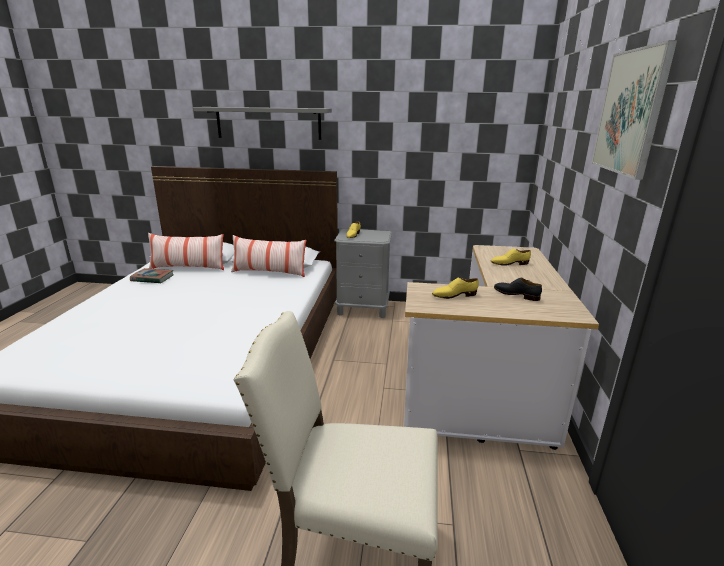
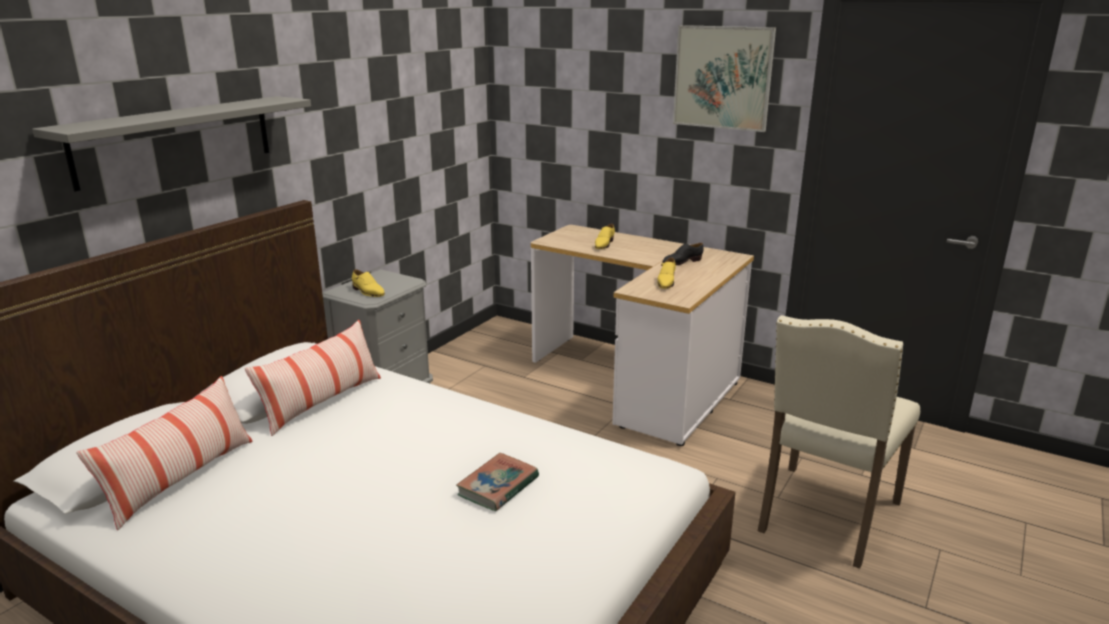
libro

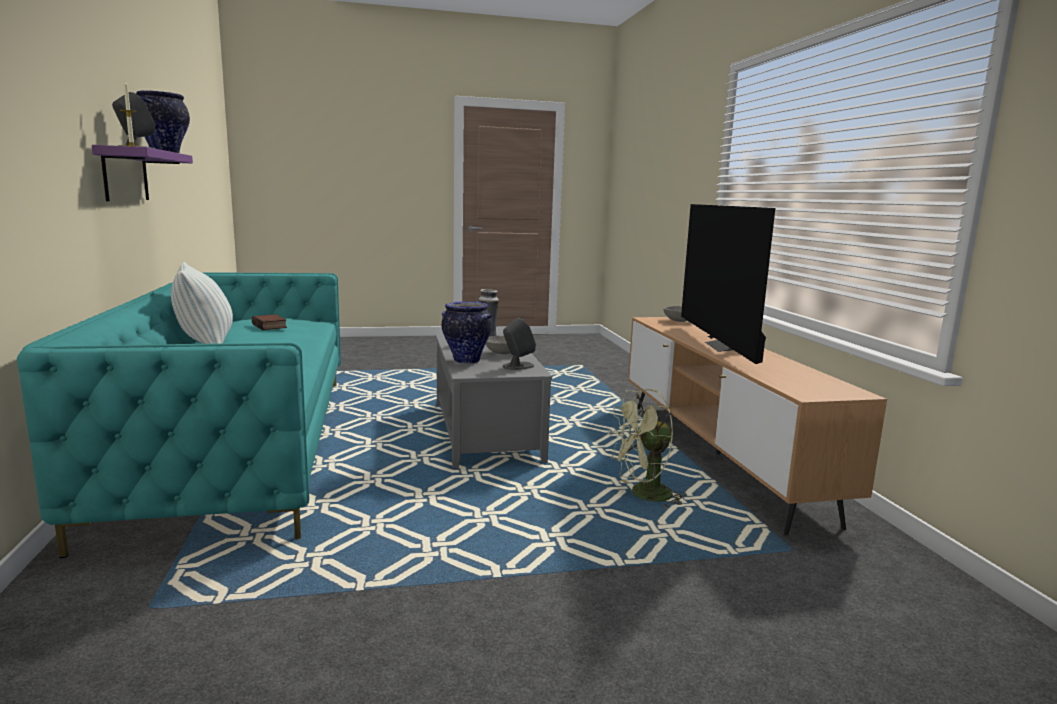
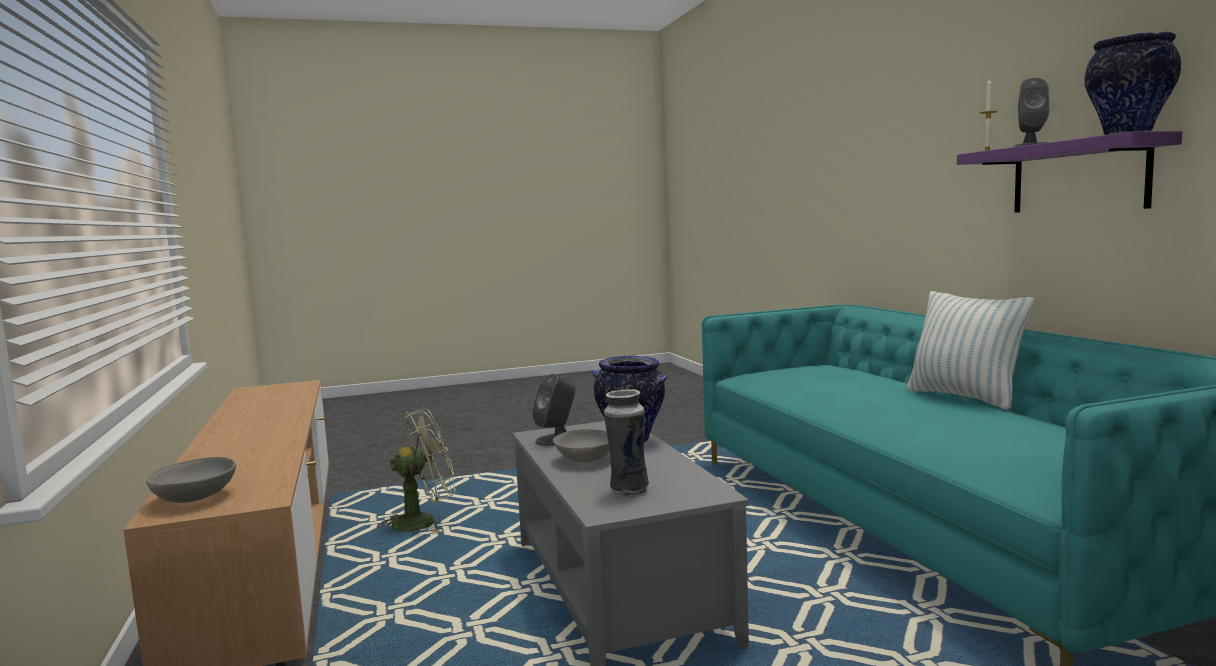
libro; televisor

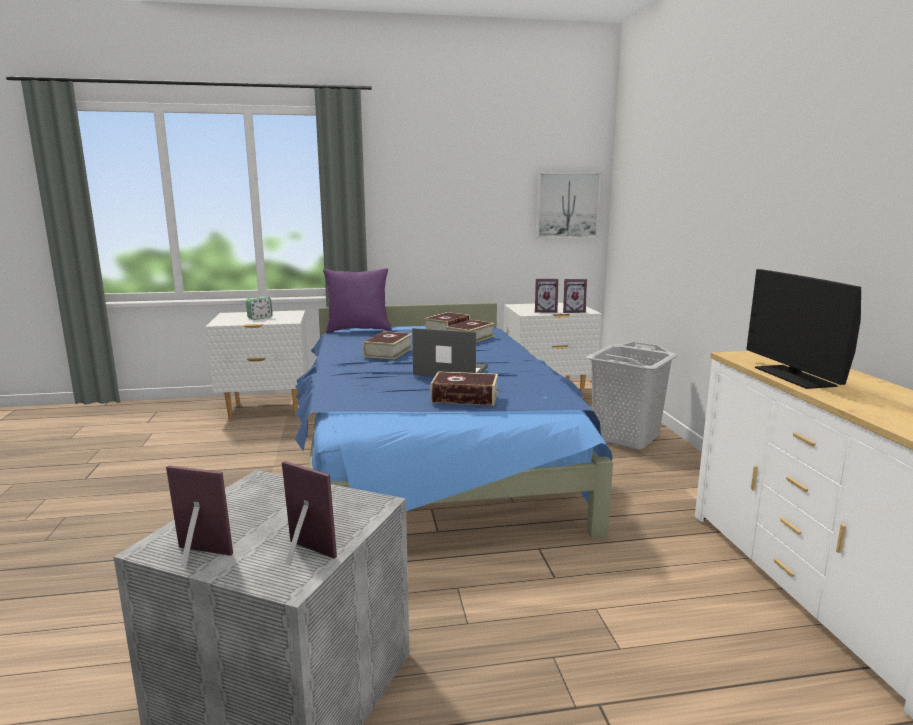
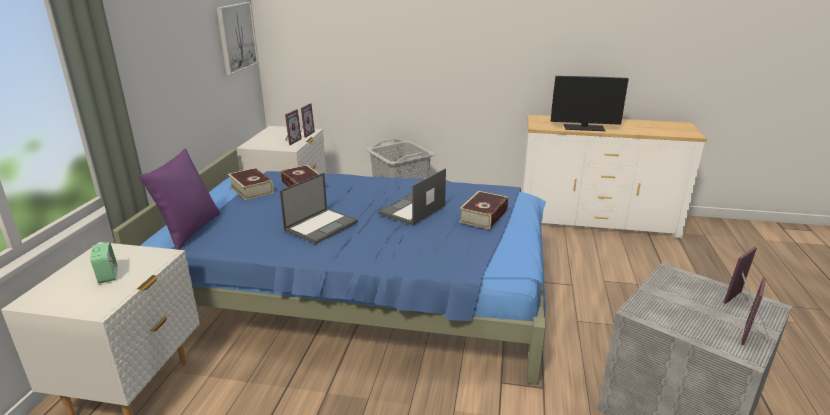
portátil (1st from left)

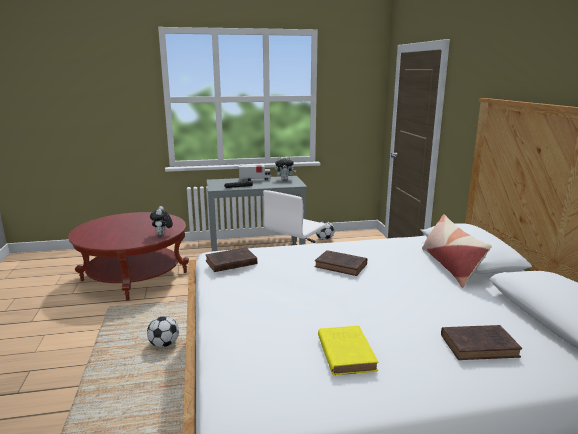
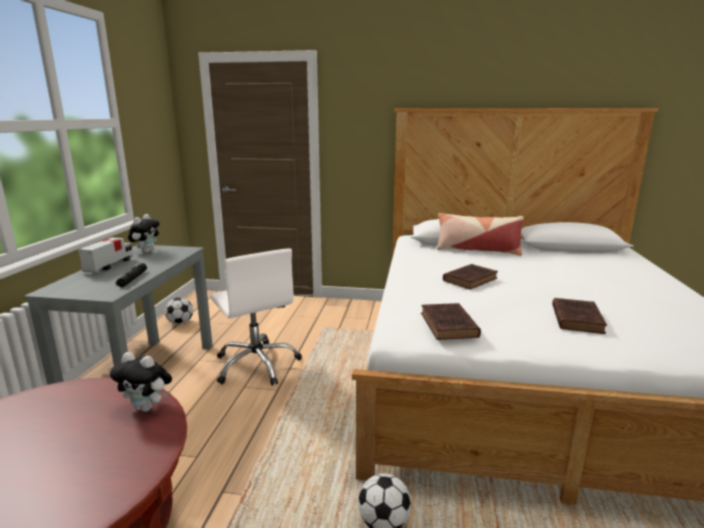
libro/amarillo; libro/marrón (3rd from left)

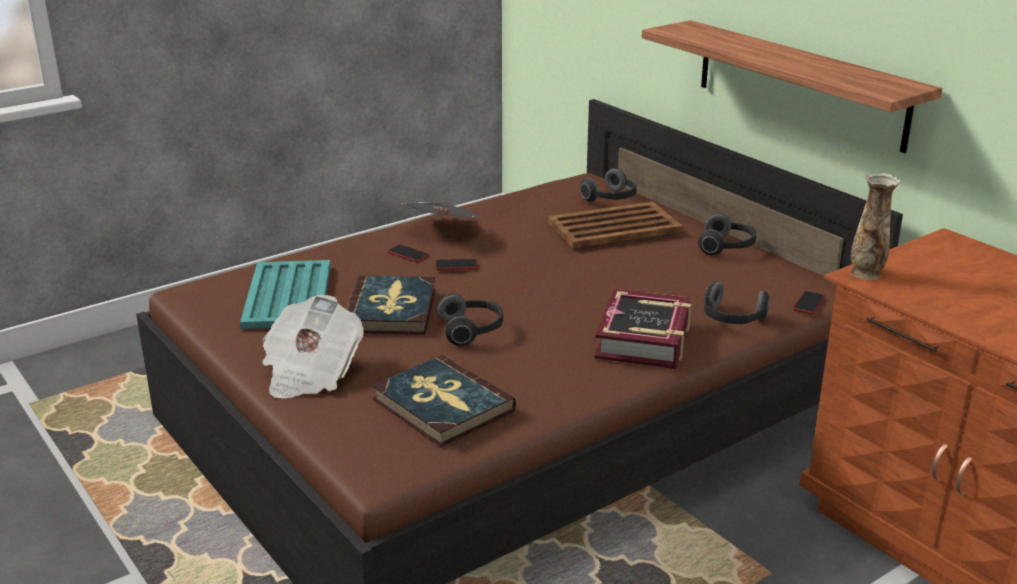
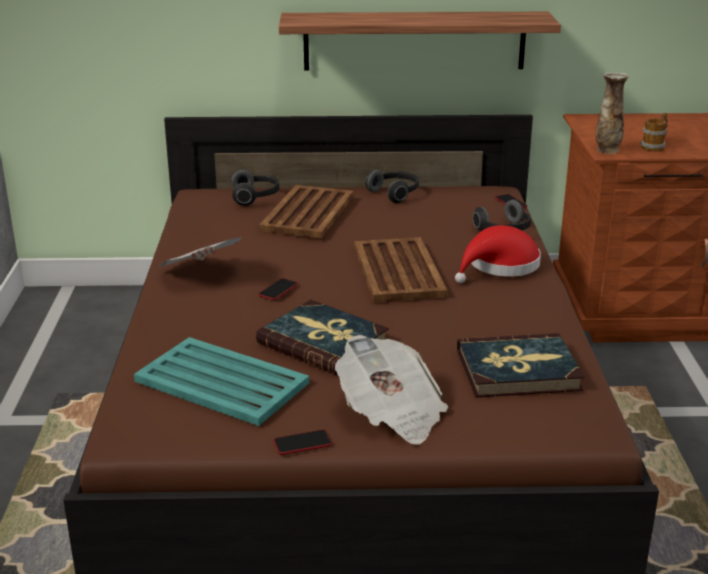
móvil (2nd from left); auriculares (1st from left in the first image); sombrero/rojo; bandeja/marrón (2nd from left); taza grande

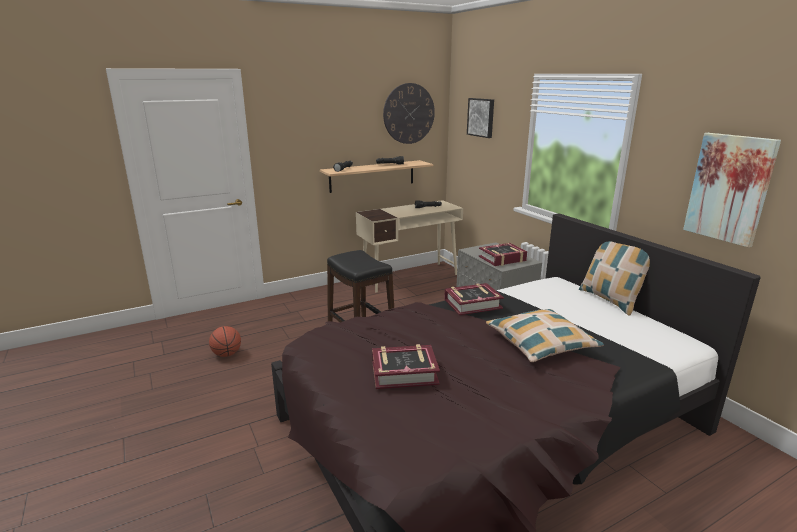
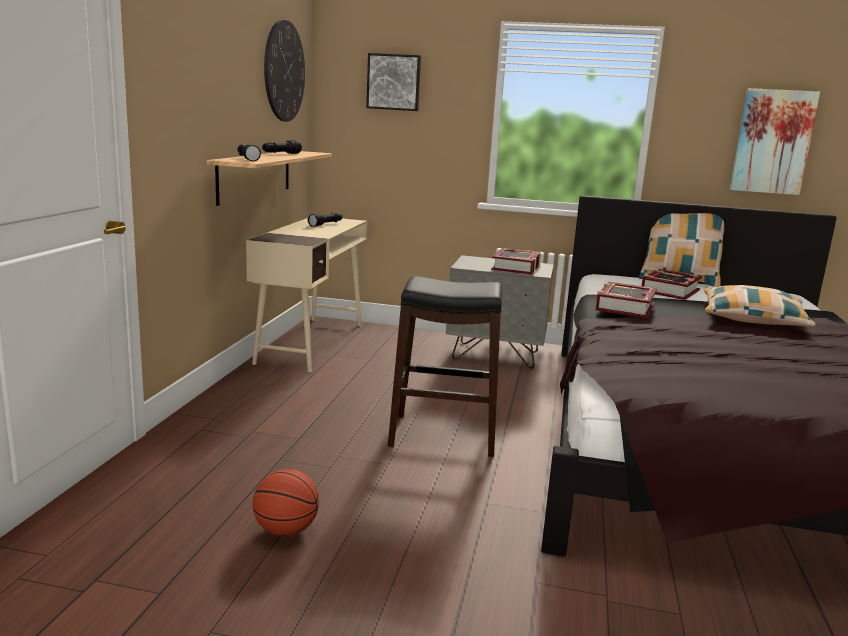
libro (3rd from left)

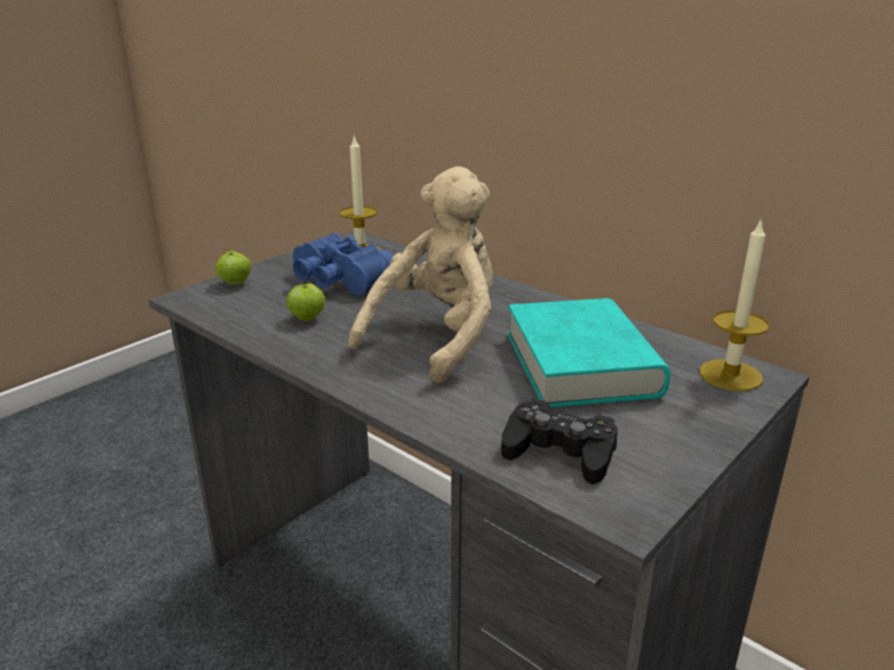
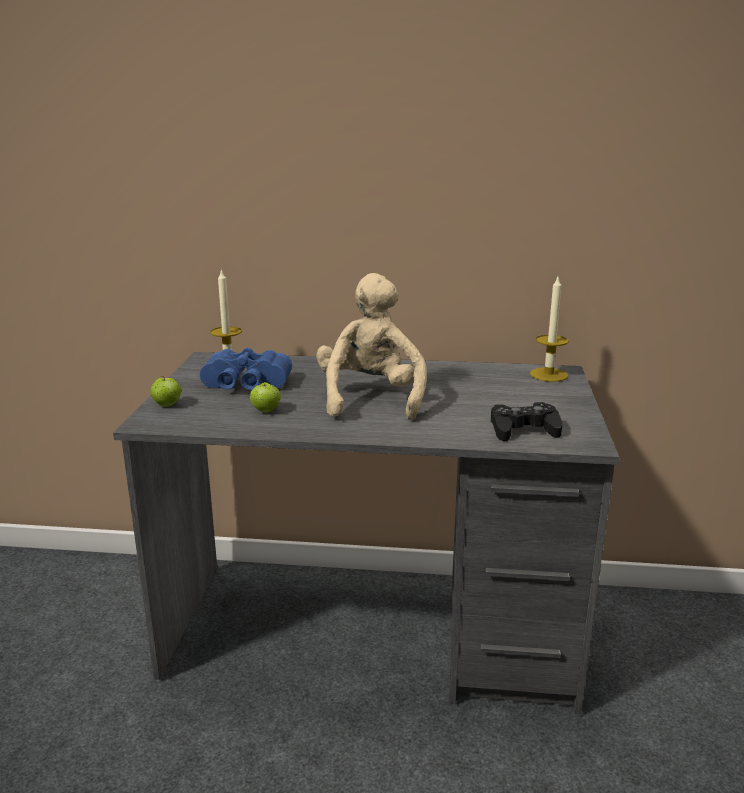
libro/turquesa

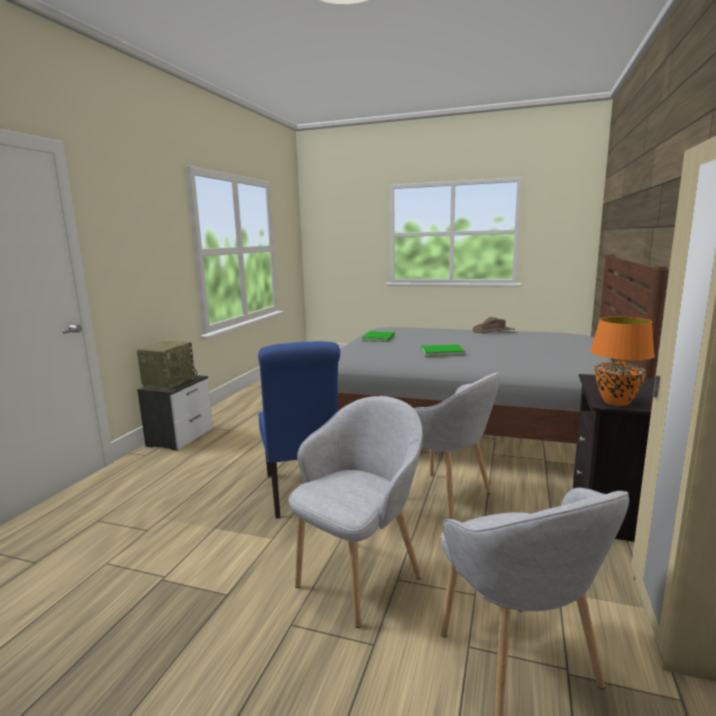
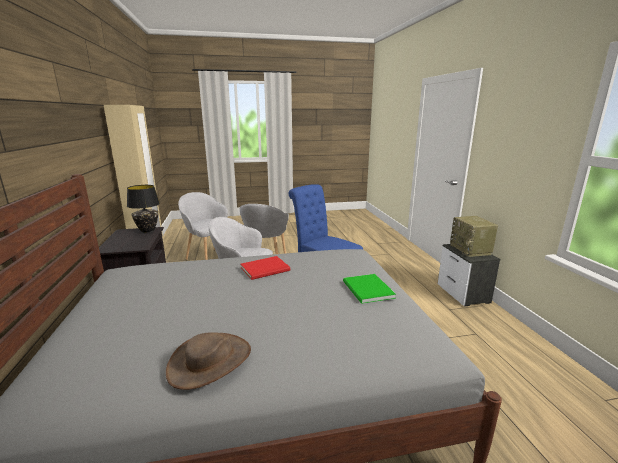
libro/rojo; lámpara de mesa/negro

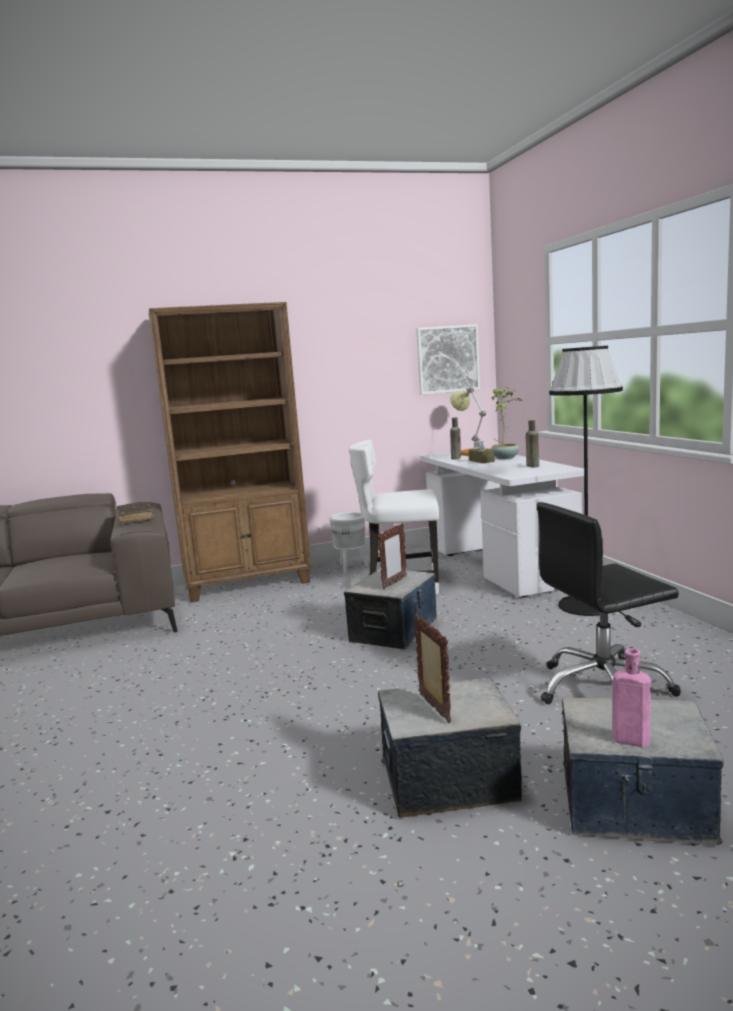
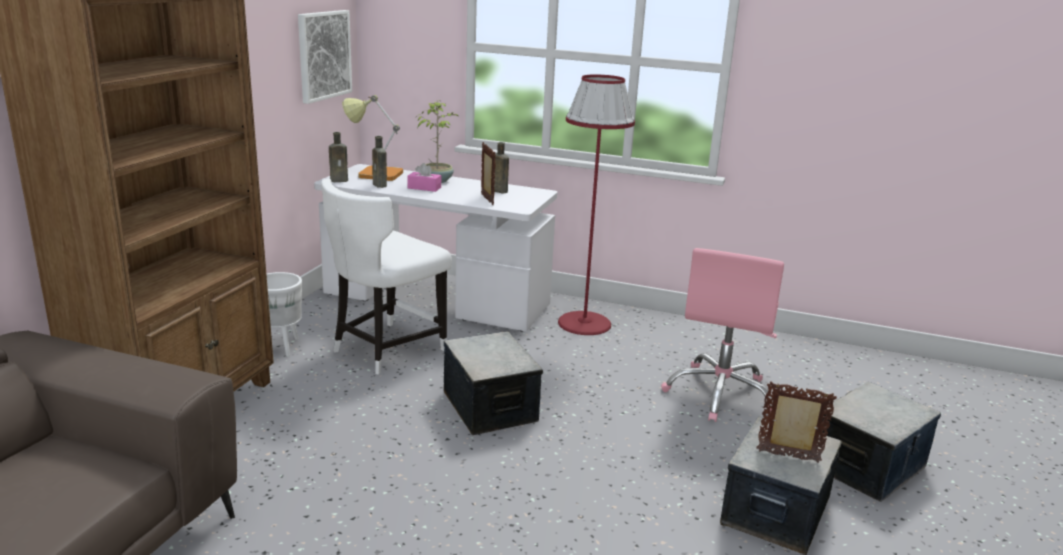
libro/marrón; portarretratos (1st from left); caja de pañuelos/rosa; silla de oficina/rosa; lámpara de pie/rojo; botella/rosa; botella/marrón (1st from left)

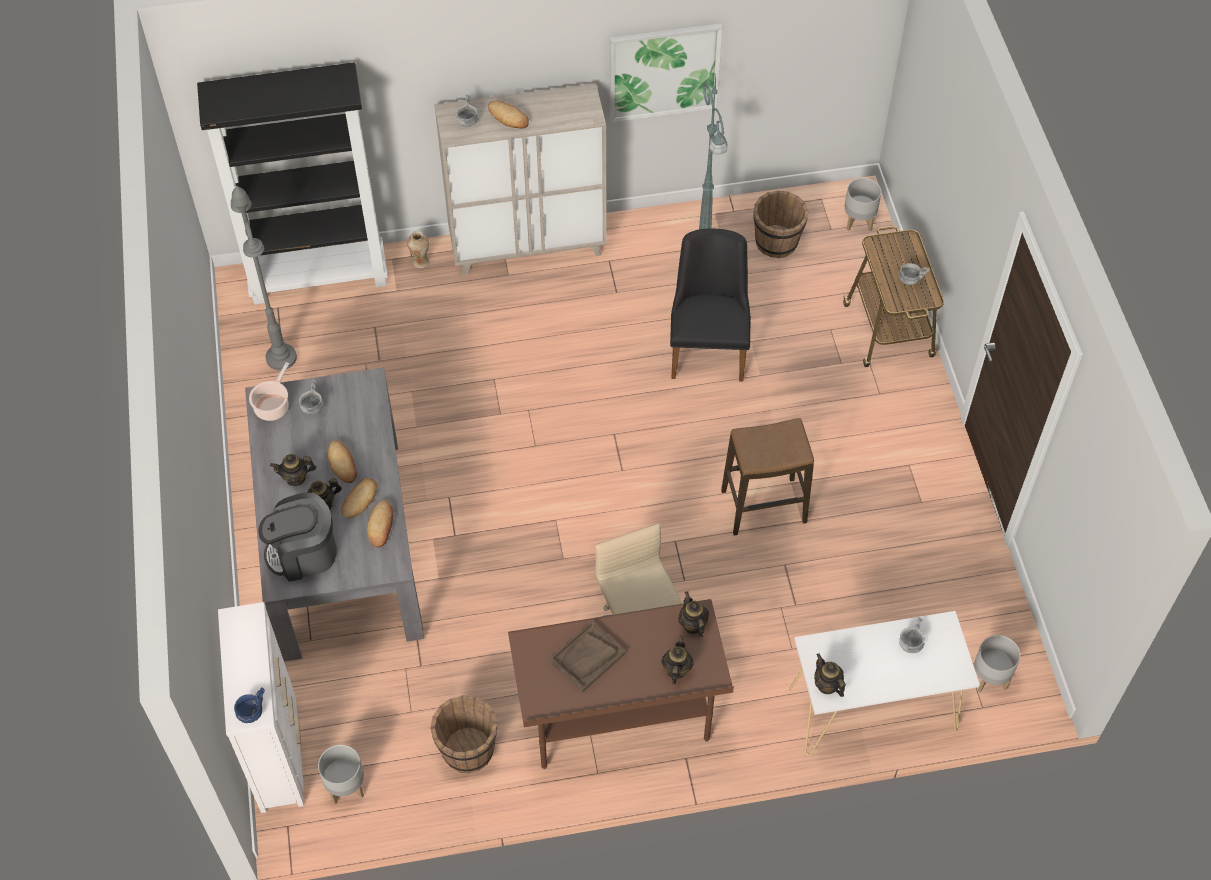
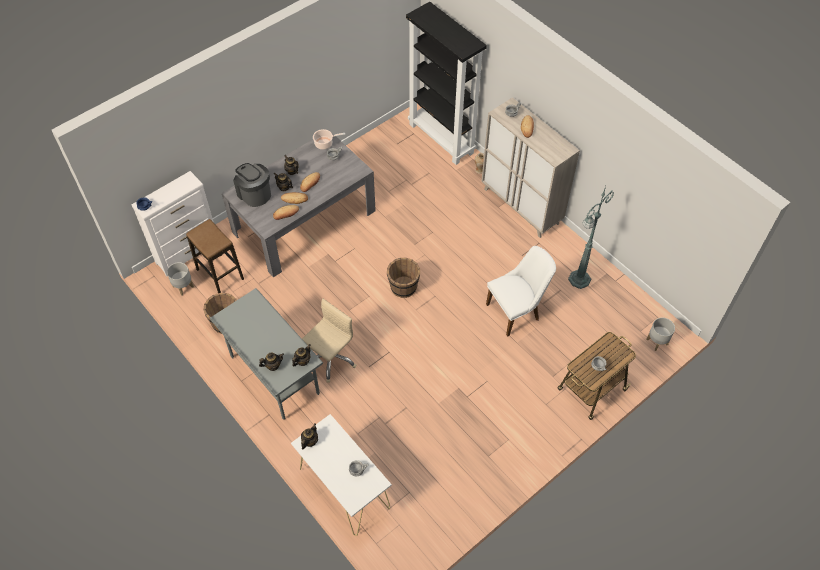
lámpara de pie/gris; escritorio/gris; bandeja/marrón; cuadro; silla/blanco; taburete; cubo/marrón (2nd from left); maceta/gris (3rd from left in the first image)

